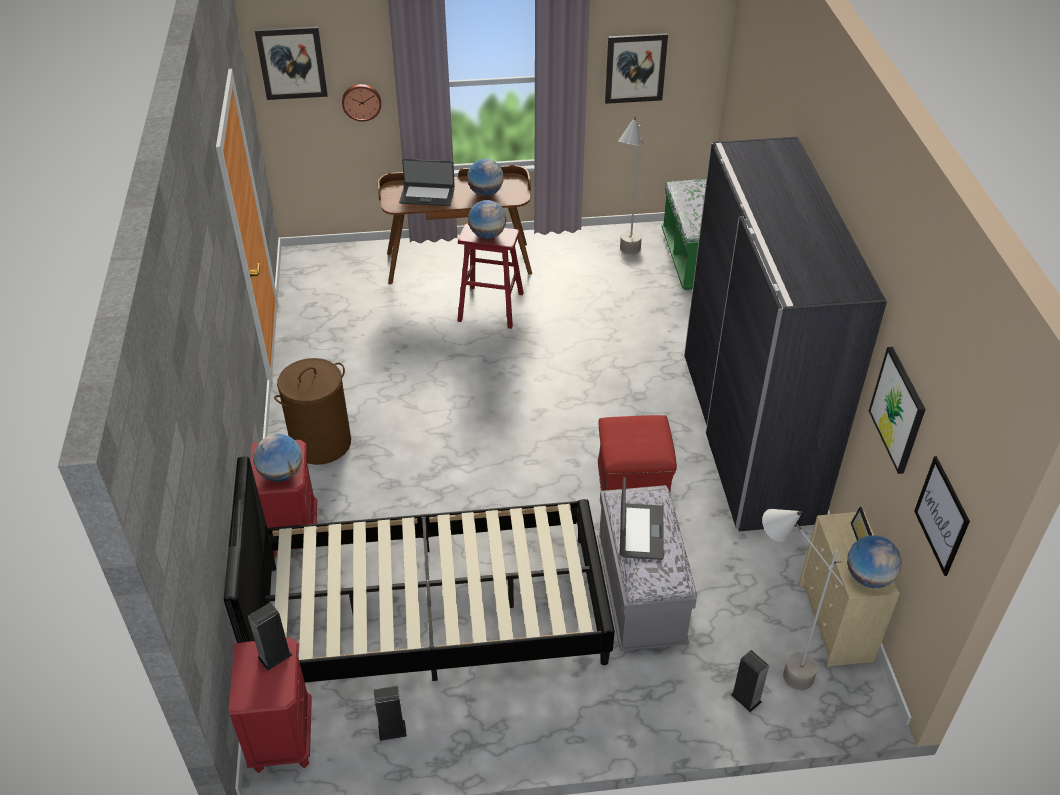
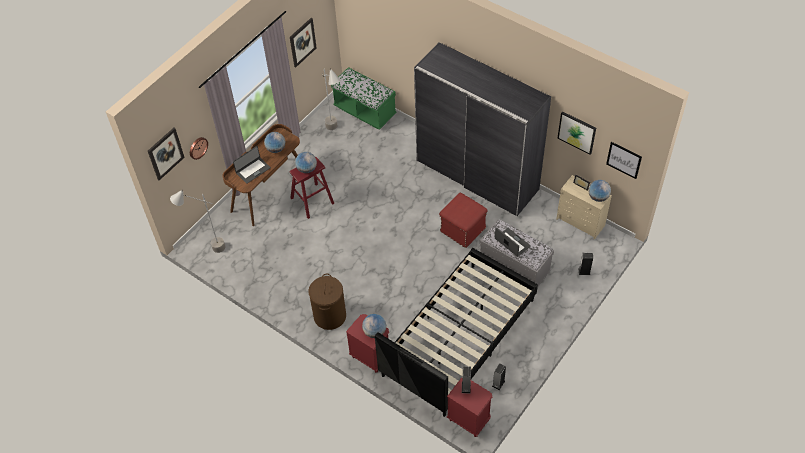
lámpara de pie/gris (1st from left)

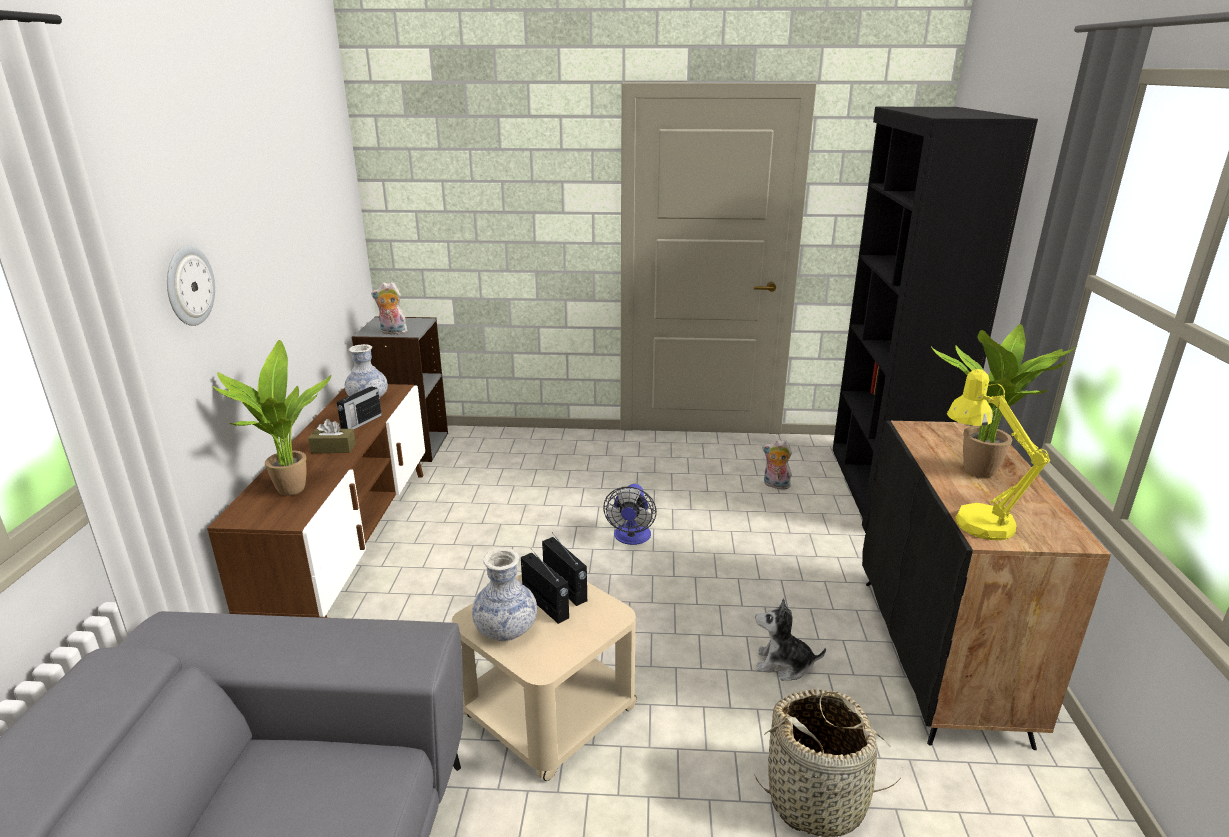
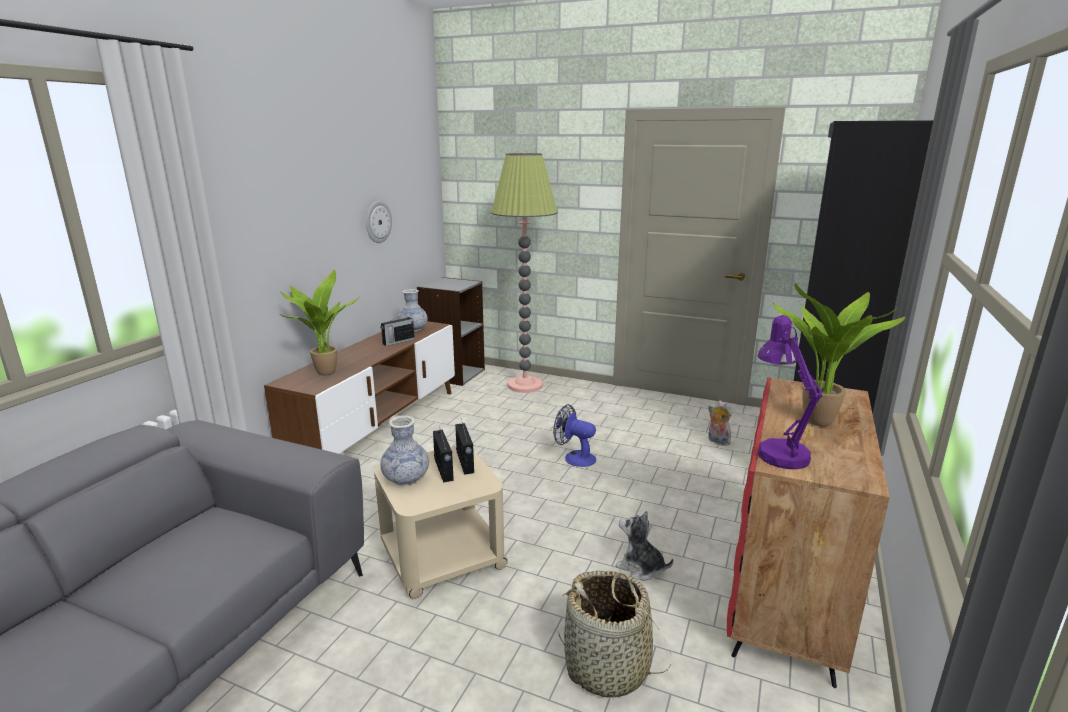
reloj de pared; caja de pañuelos/marrón; peluche (1st from left in the first image); ventilador; armario/rojo; lámpara de mesa/morado; lámpara de pie

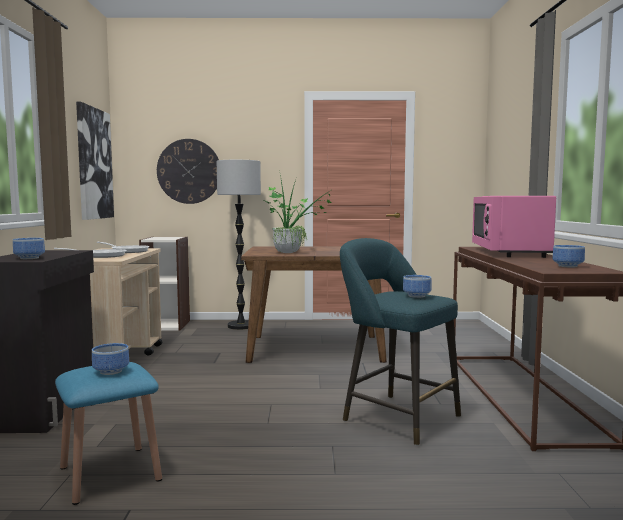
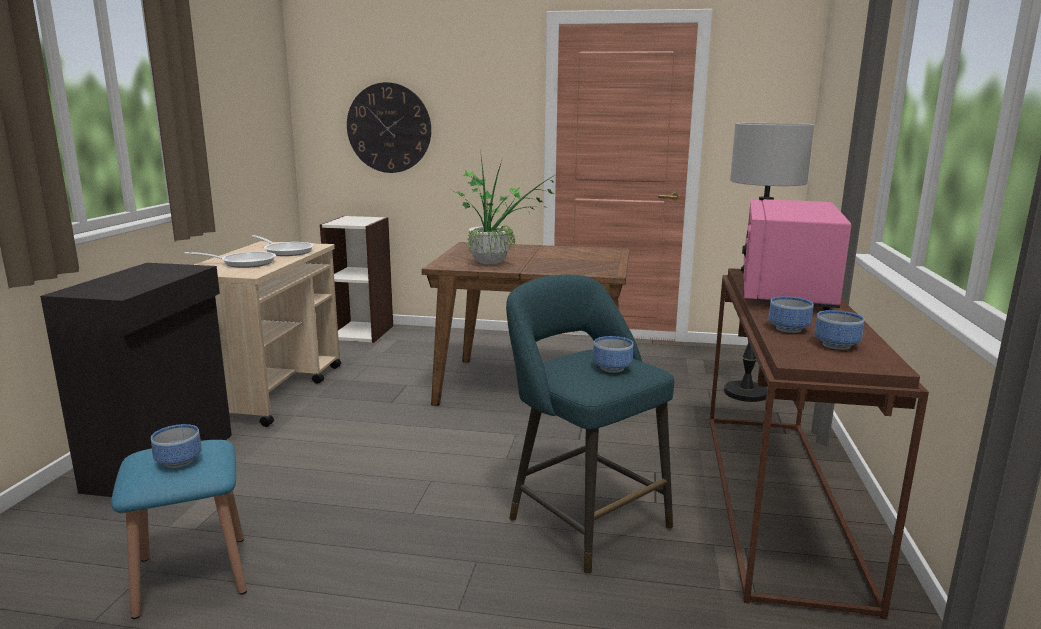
cuenco (3rd from left); cuadro; lámpara de pie

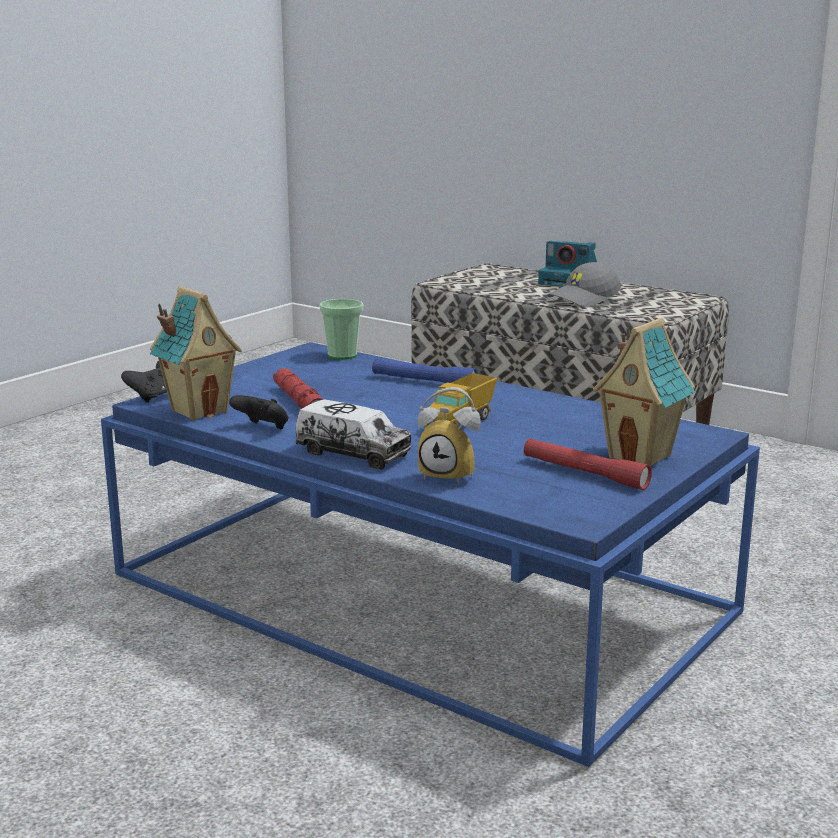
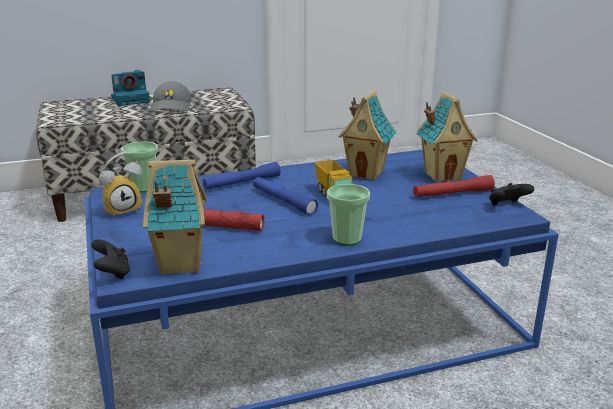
mando de consola/negro (2nd from left); taza (2nd from left); despertador; linterna/azul (2nd from left); casita (2nd from left)

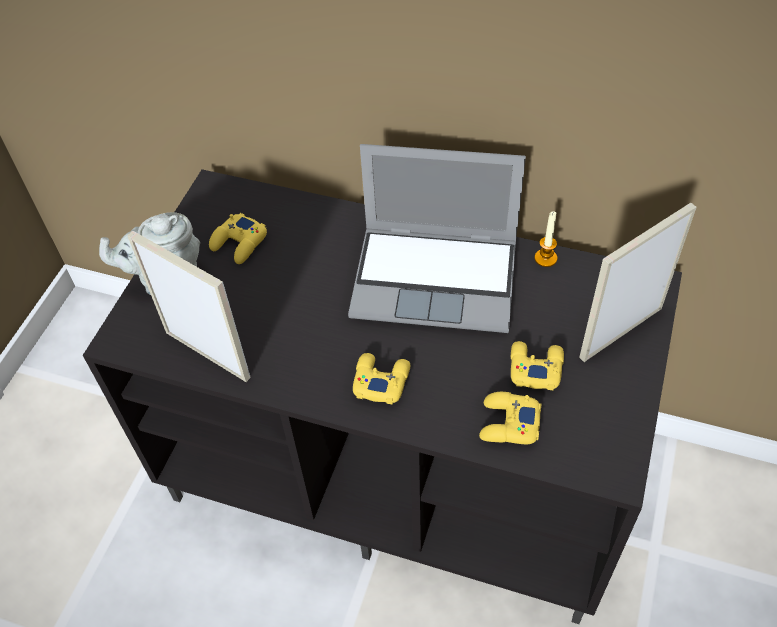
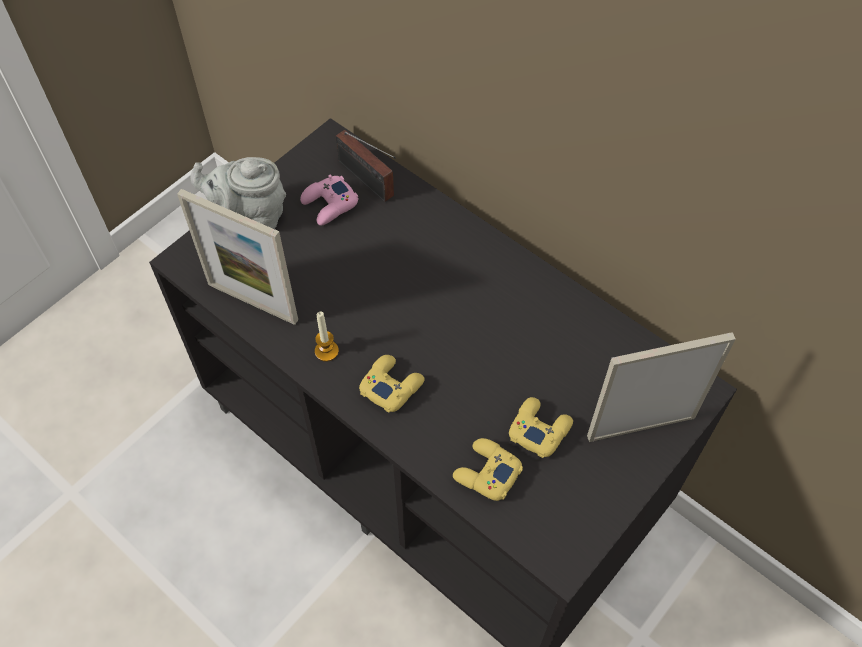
portarretratos (1st from left); mando de consola/rosa; portátil; vela; radio

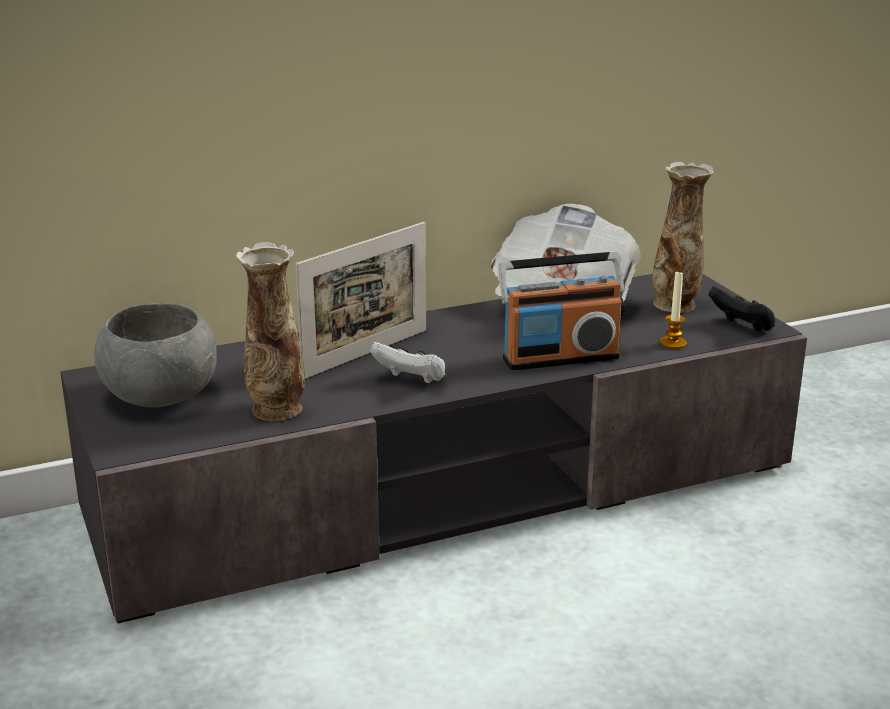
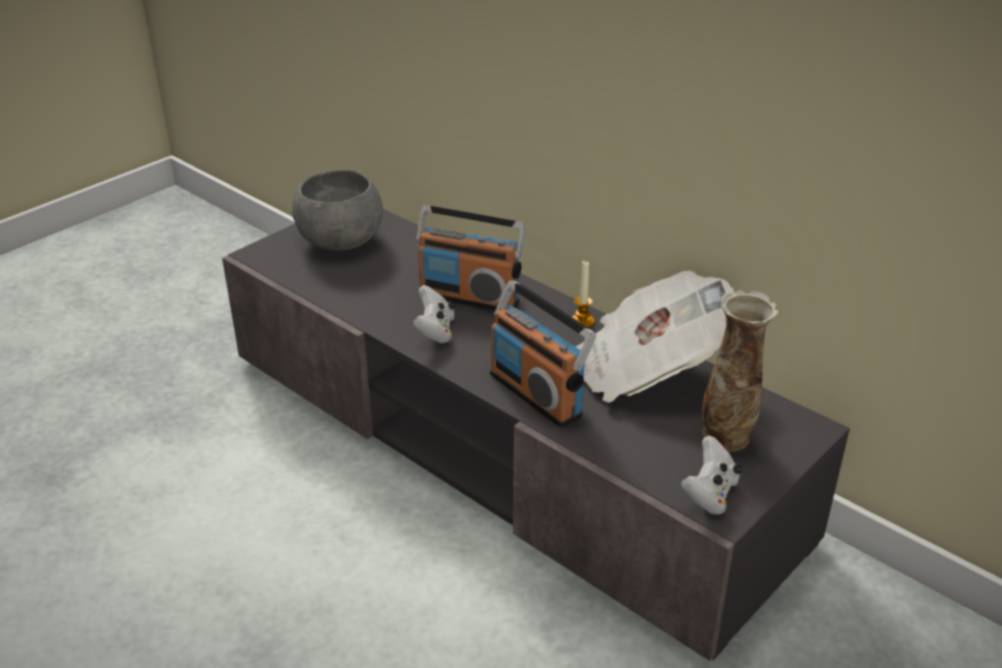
florero (1st from left in the first image); radio (1st from left); vela; mando de consola/blanco (2nd from left)

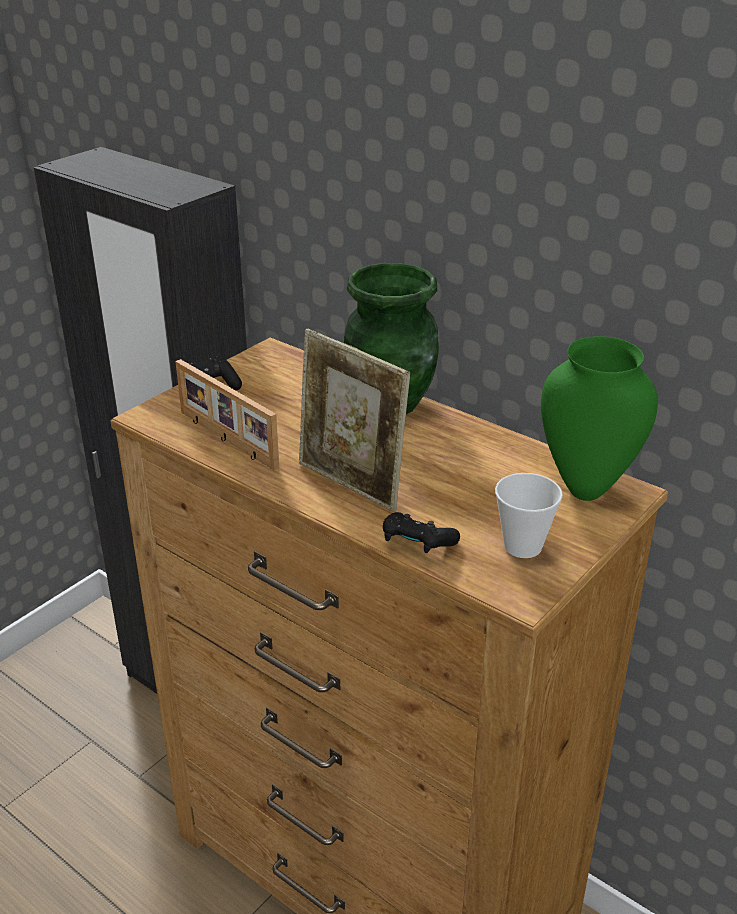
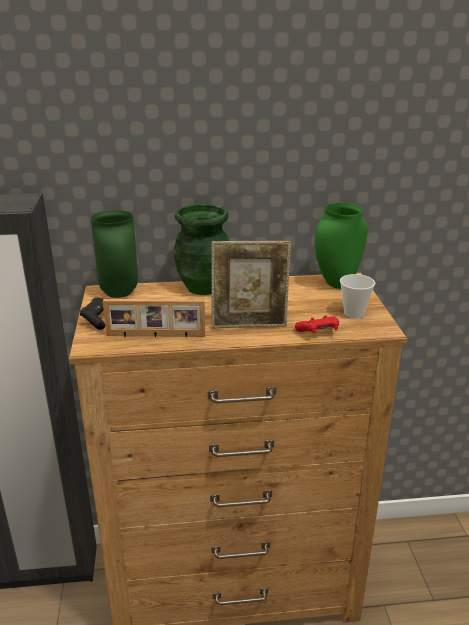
mando de consola/rojo; florero/verde (1st from left)

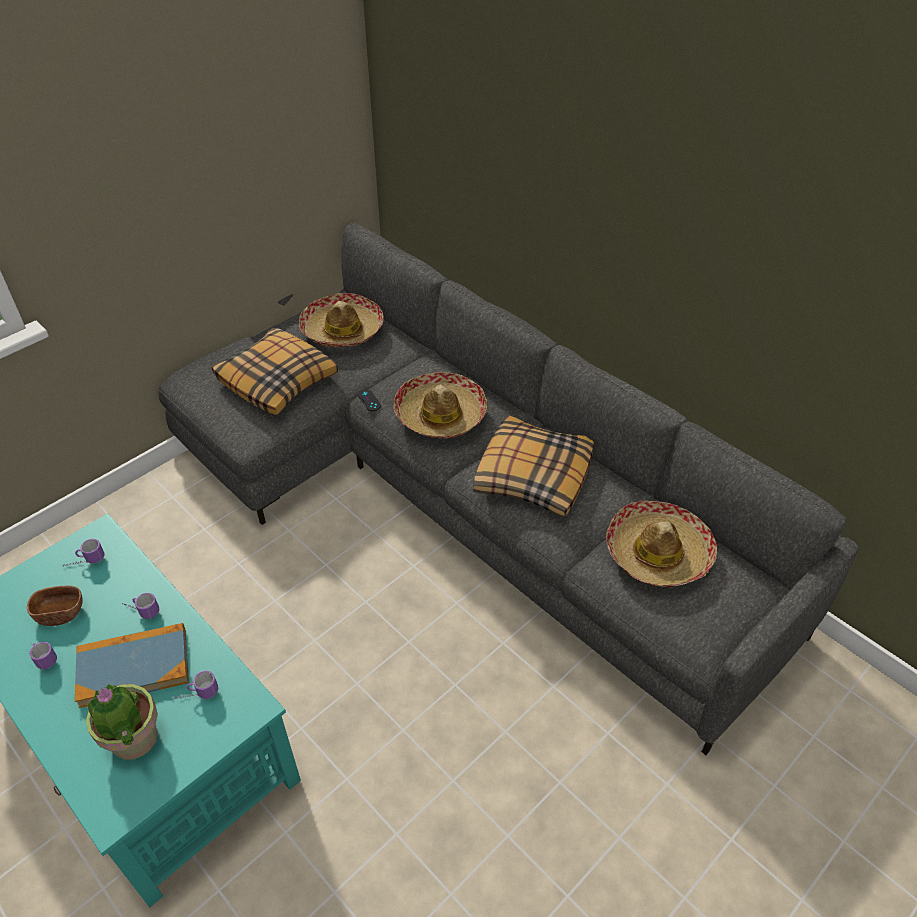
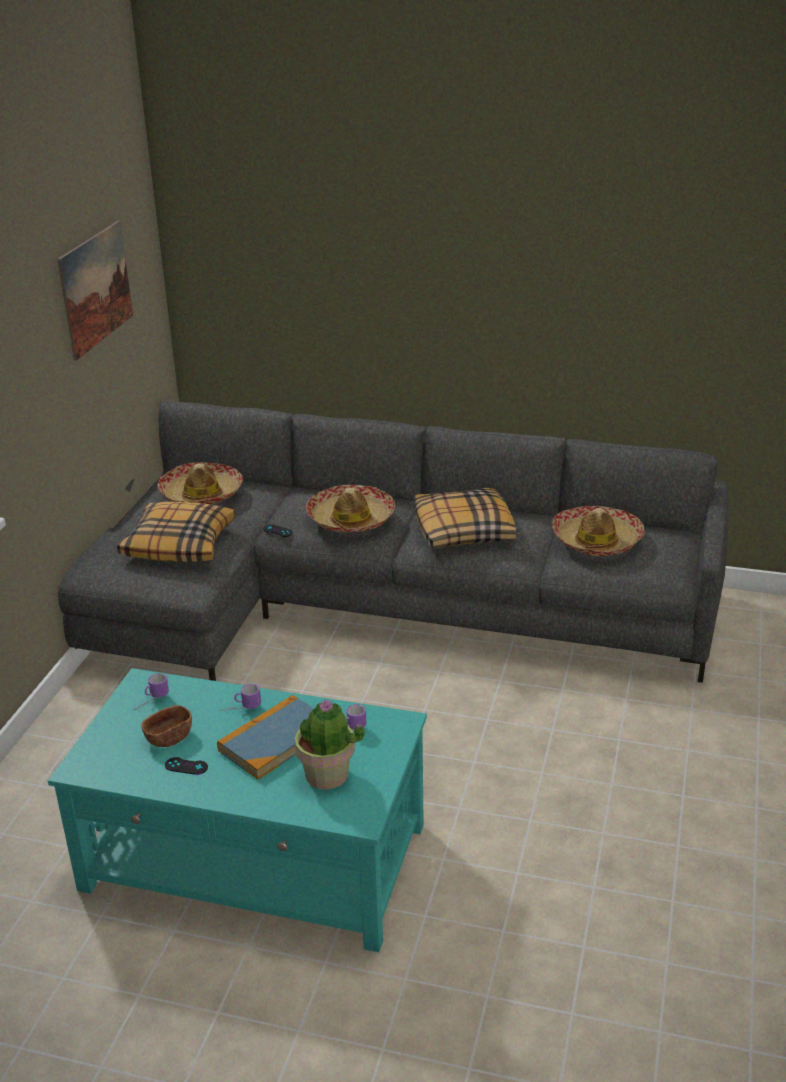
mando de consola/negro (1st from left); cuadro

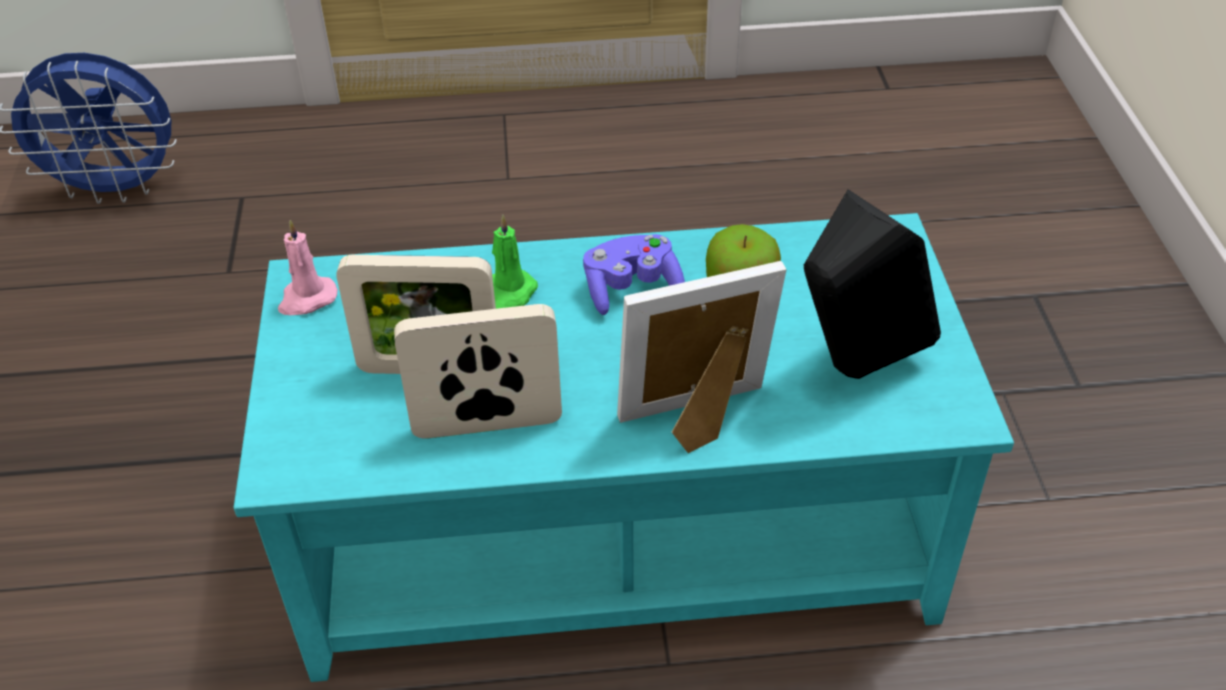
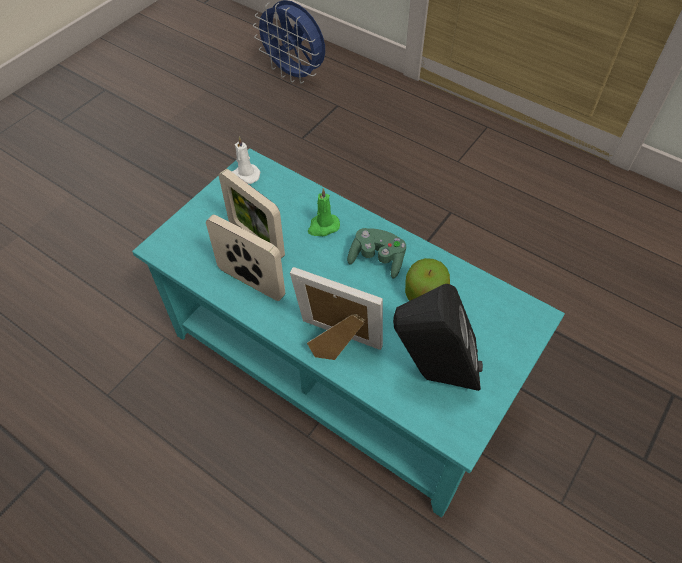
vela/blanco; mando de consola/verde

